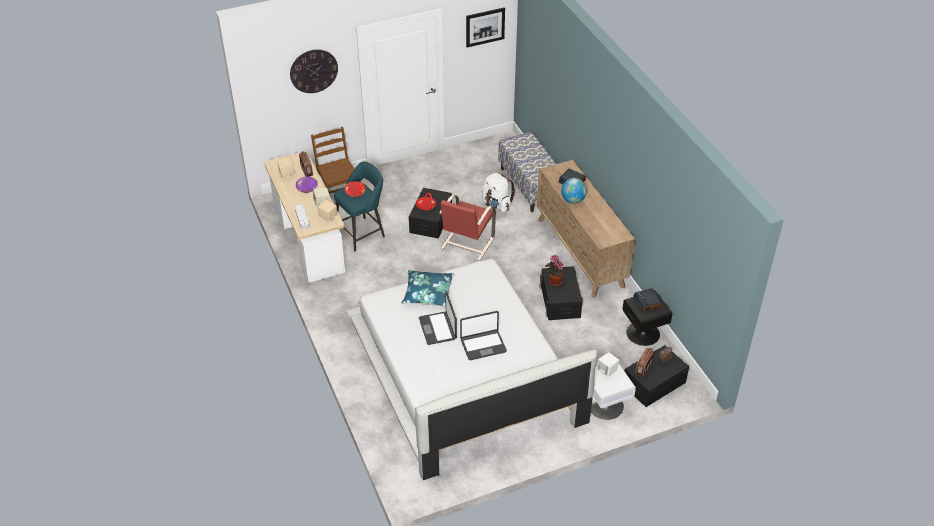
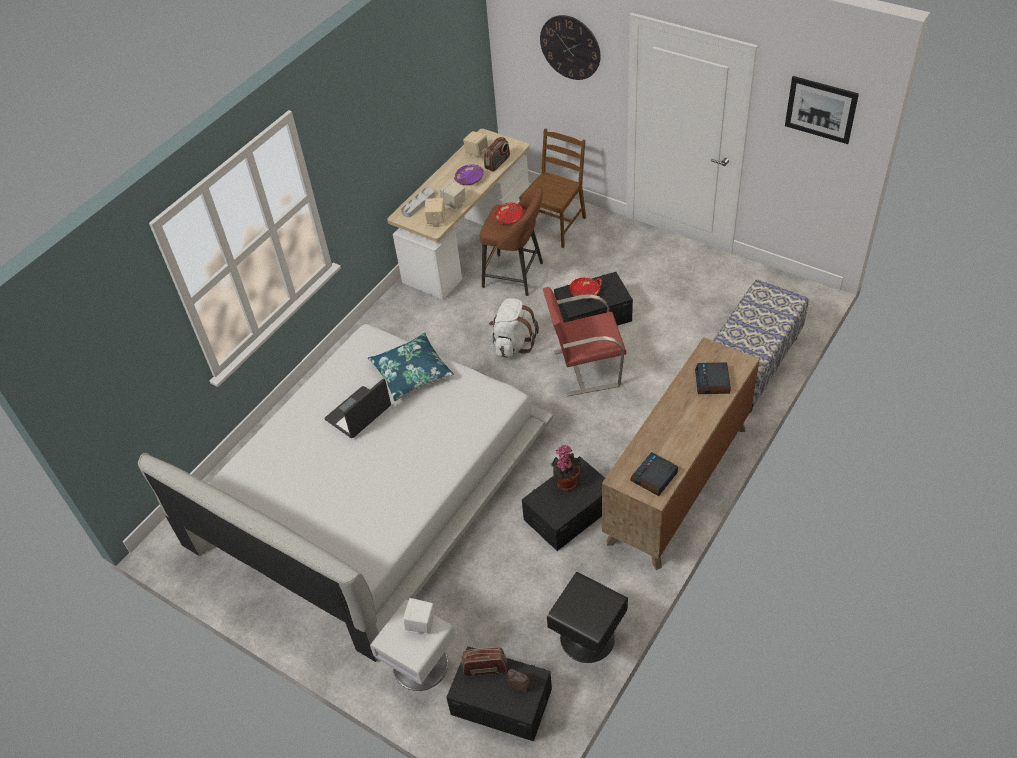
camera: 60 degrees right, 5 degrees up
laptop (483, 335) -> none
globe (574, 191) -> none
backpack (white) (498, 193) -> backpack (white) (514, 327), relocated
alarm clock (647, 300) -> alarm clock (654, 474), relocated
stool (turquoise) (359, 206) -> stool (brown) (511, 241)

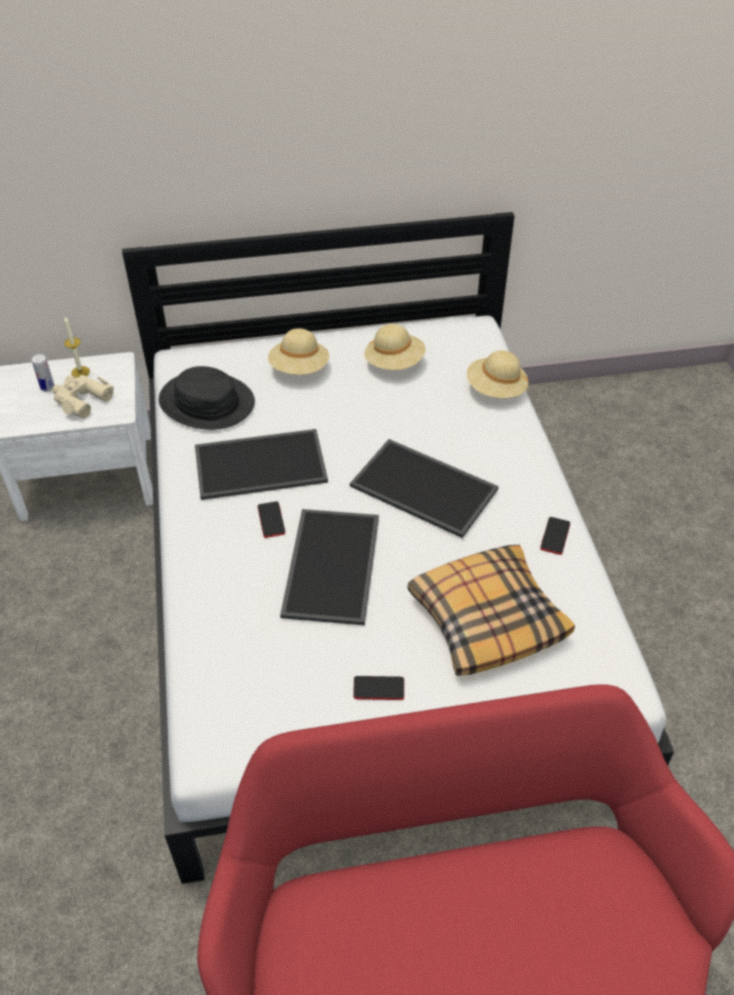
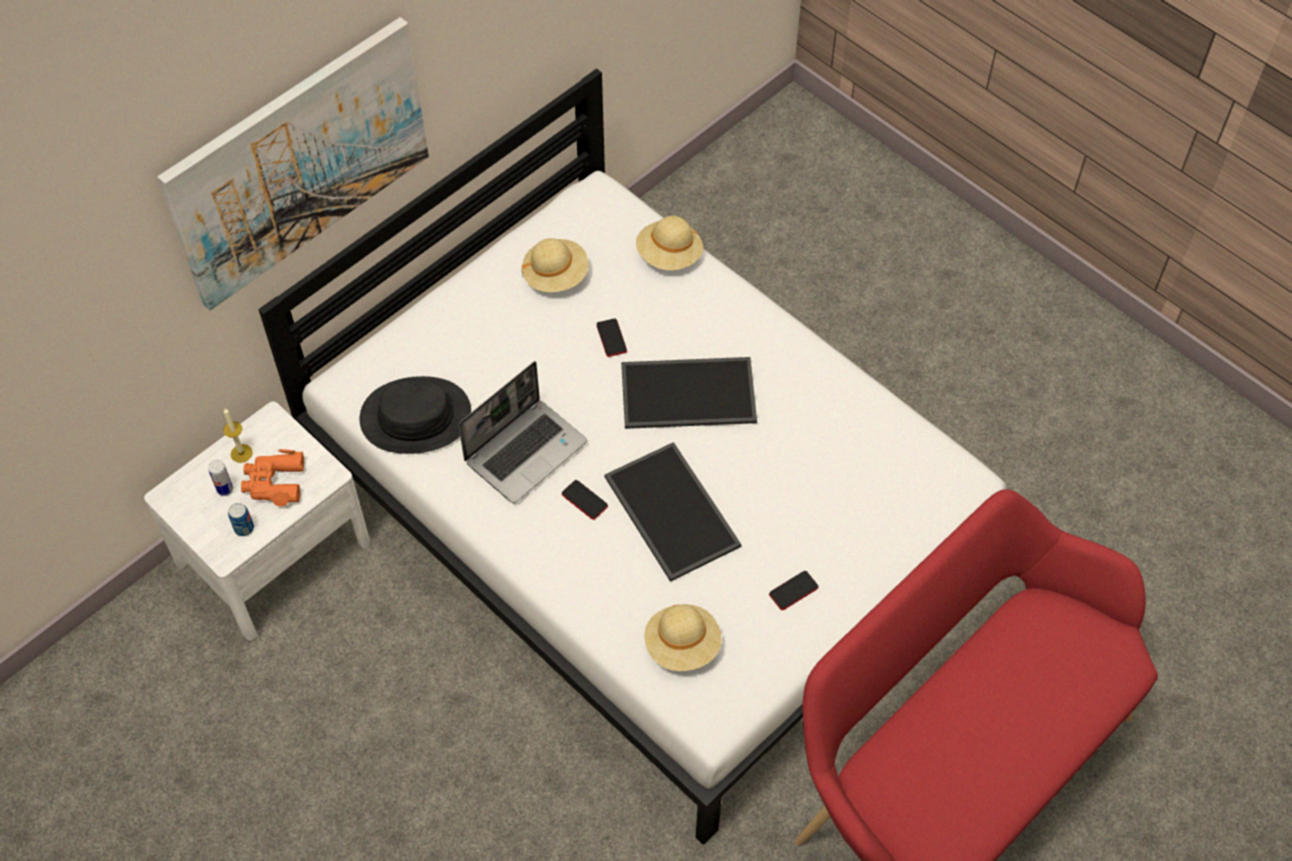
camera: 35 degrees left, 10 degrees up
pillow (491, 610) -> none
none -> picture (293, 163)
none -> can (241, 519)
hat (beige) (298, 351) -> hat (beige) (683, 637), relocated
phone (555, 536) -> phone (612, 337), relocated
tray (261, 464) -> laptop (522, 432)
binoculars (beige) (83, 396) -> binoculars (orange) (272, 478)

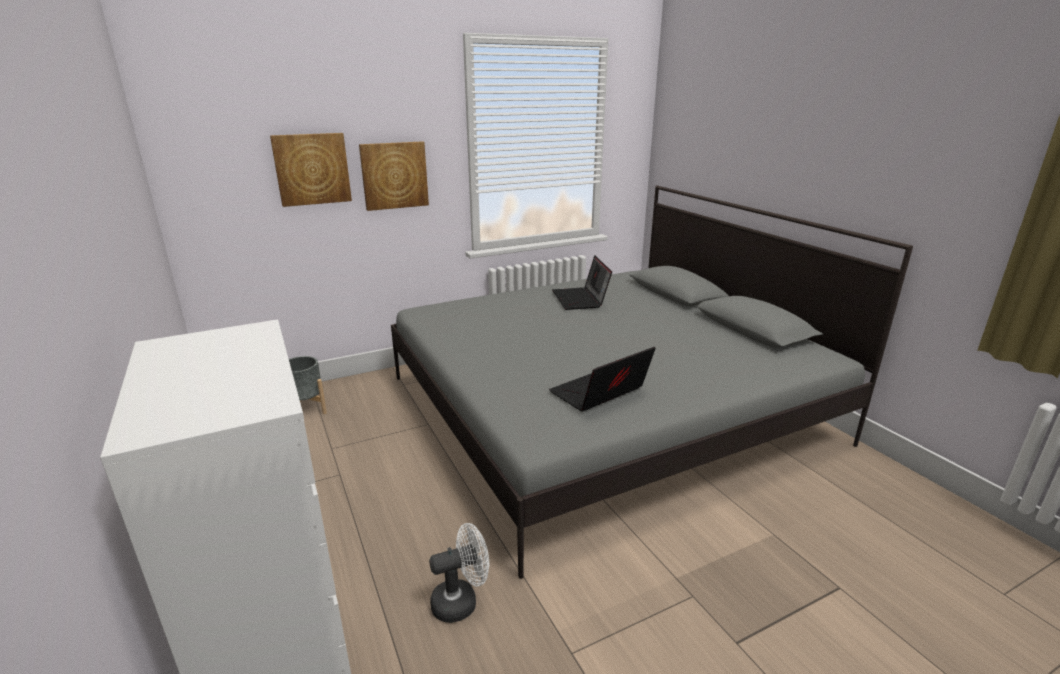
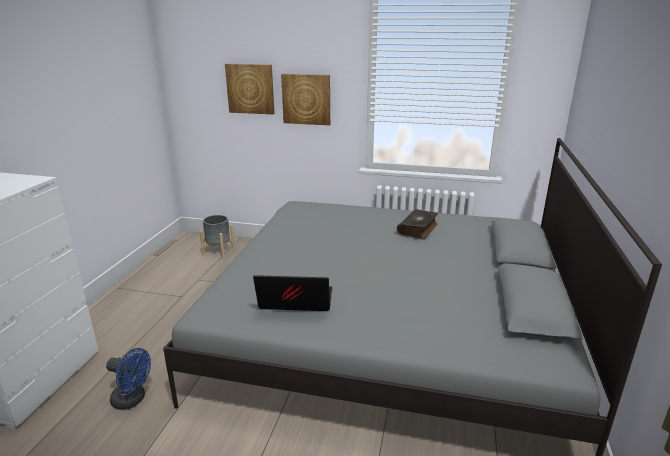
camera: 40 degrees right, 0 degrees up
laptop (582, 282) -> book (417, 224)
fan (white) (459, 573) -> fan (blue) (128, 379)

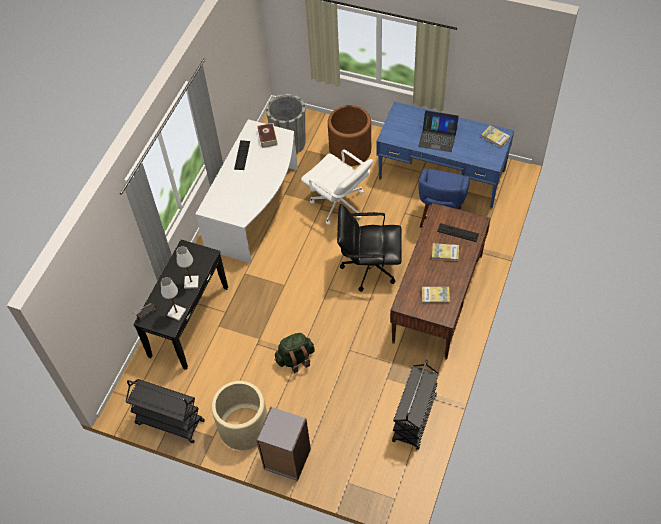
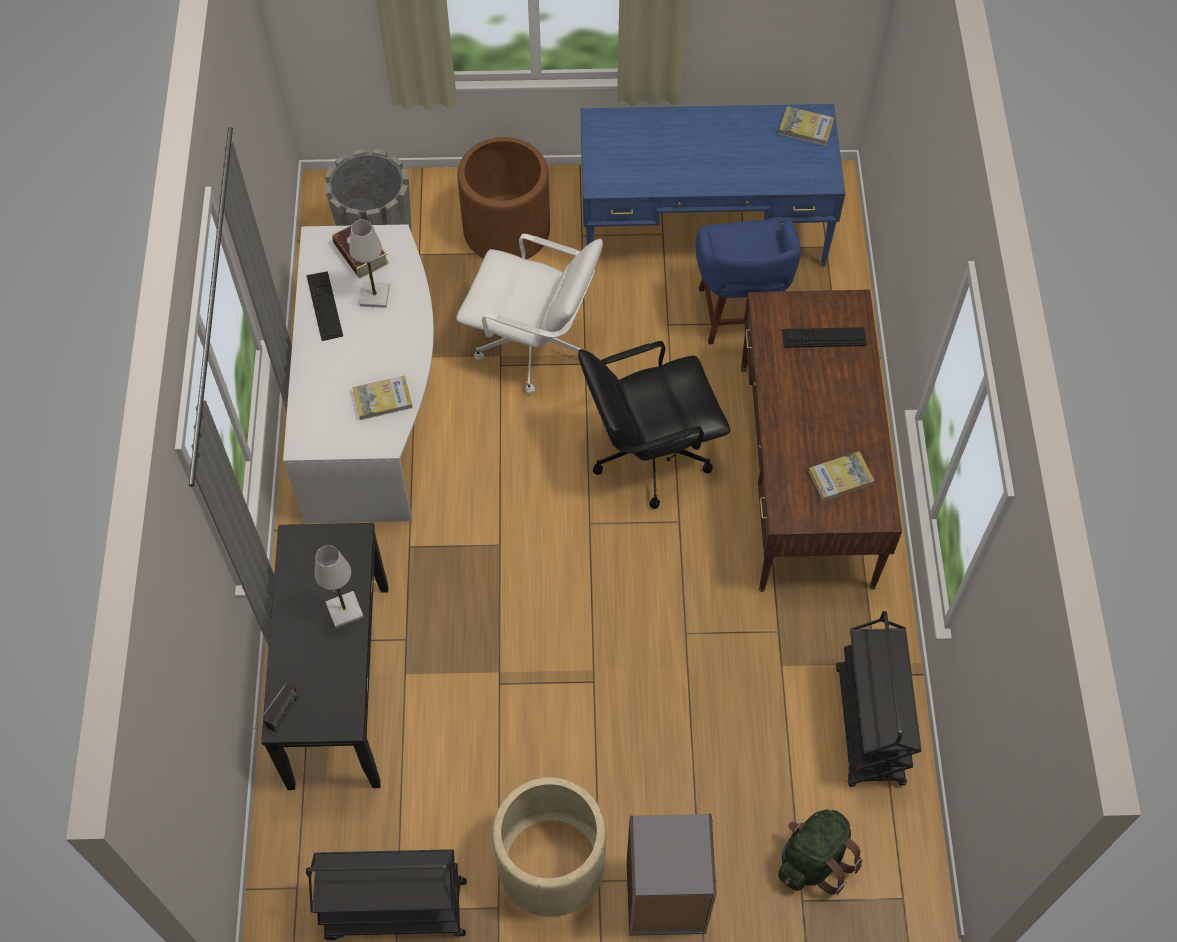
camera: 25 degrees left, 5 degrees up
laptop (438, 131) -> none
table lamp (white) (173, 299) -> table lamp (white) (369, 264), relocated
backpack (green) (295, 353) -> backpack (green) (820, 852), relocated
book (445, 252) -> book (382, 398), relocated

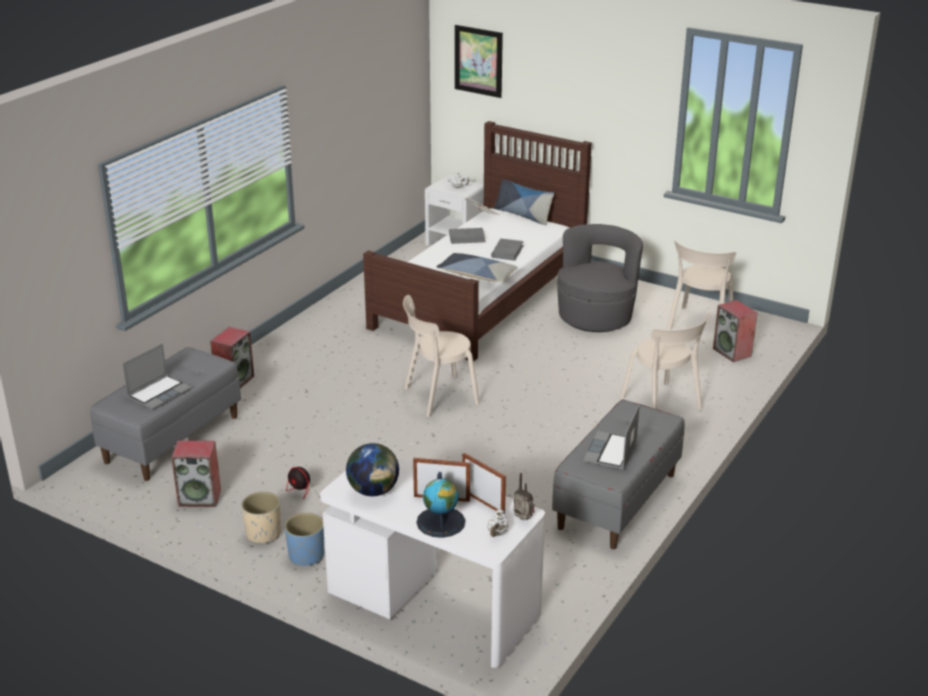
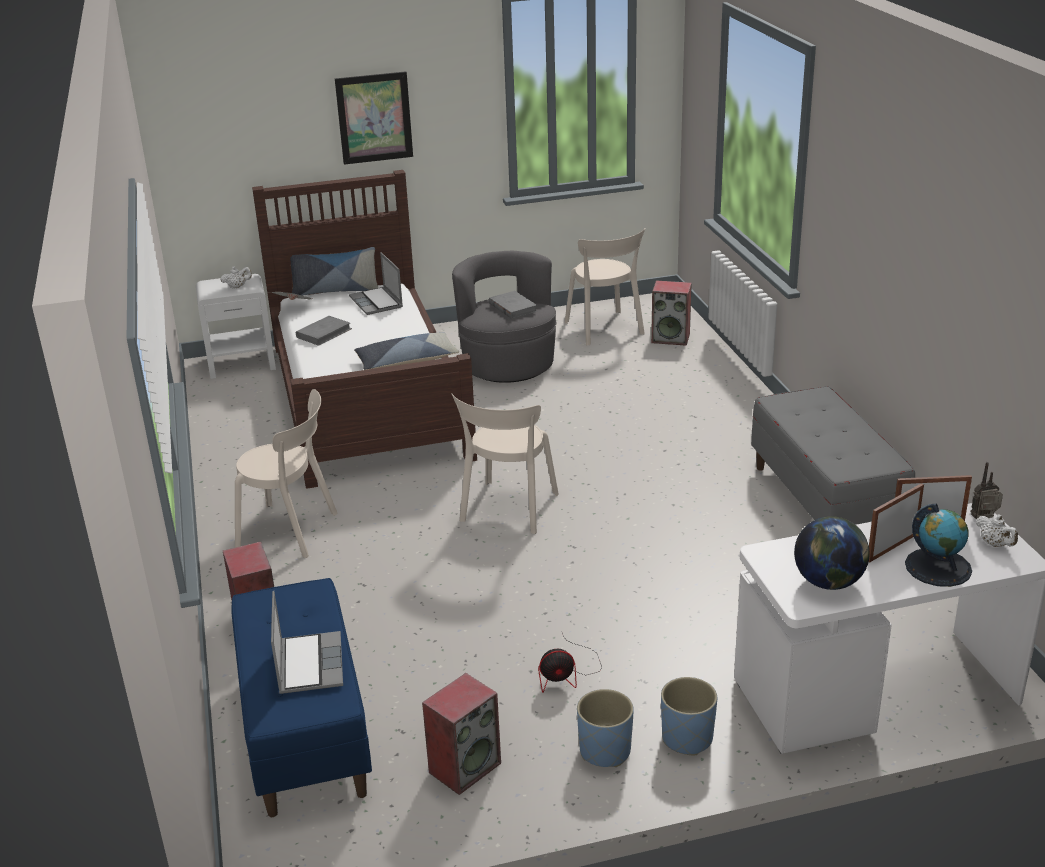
camera: 45 degrees left, 0 degrees up
picture (479, 61) -> picture (374, 118), relocated
book (grey) (507, 250) -> book (grey) (513, 305), relocated
laptop (611, 437) -> laptop (376, 283), relocated
chair (beige) (665, 361) -> chair (beige) (286, 473), relocated
bench (grey) (165, 414) -> bench (blue) (301, 697)
planter (beige) (261, 518) -> planter (blue) (605, 728)

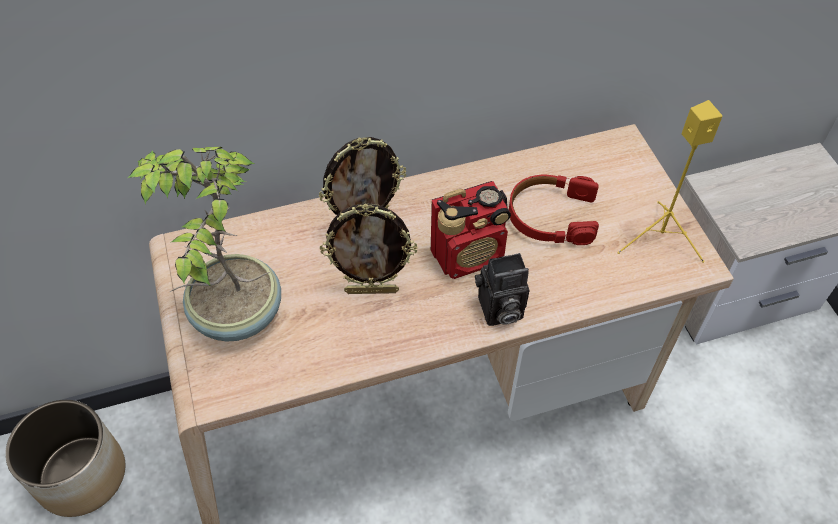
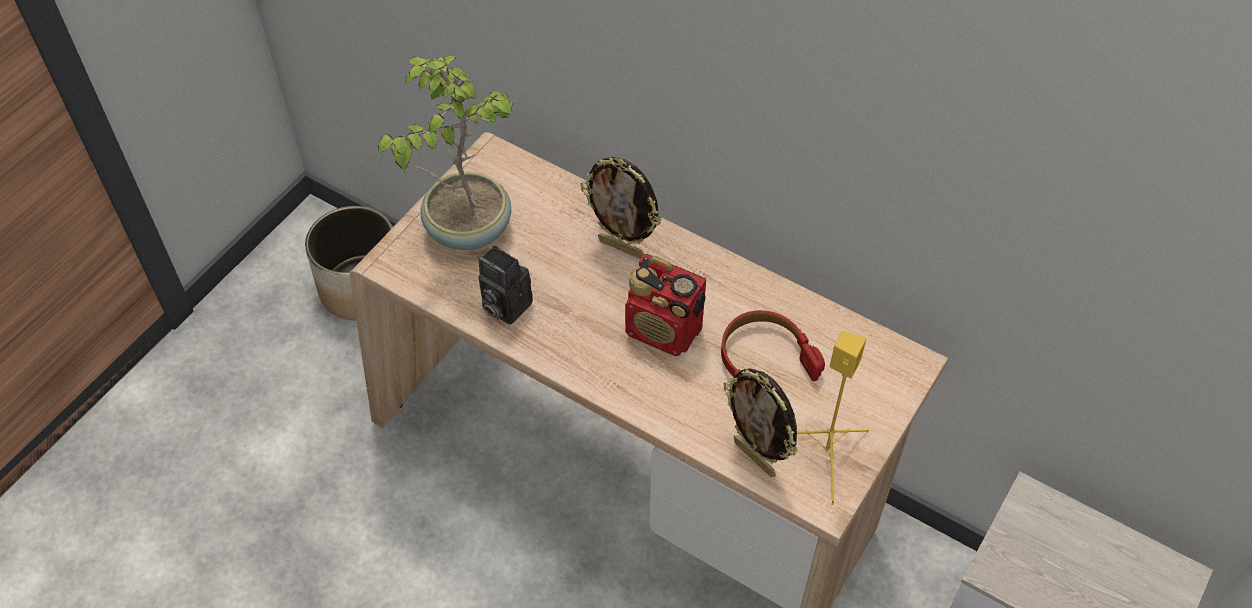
camera: 50 degrees right, 0 degrees up
picture frame (369, 248) -> picture frame (761, 422), relocated
photo camera (502, 289) -> photo camera (505, 285), relocated

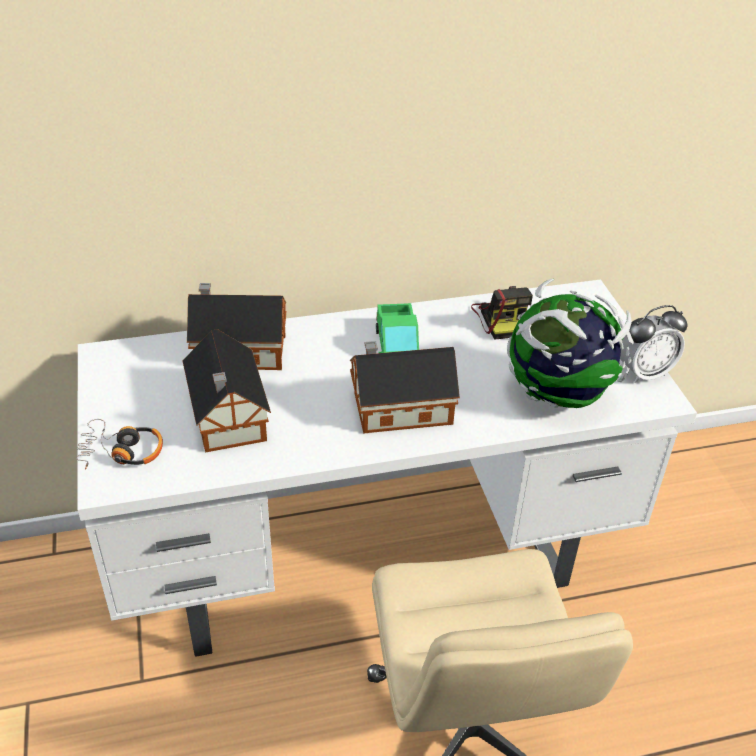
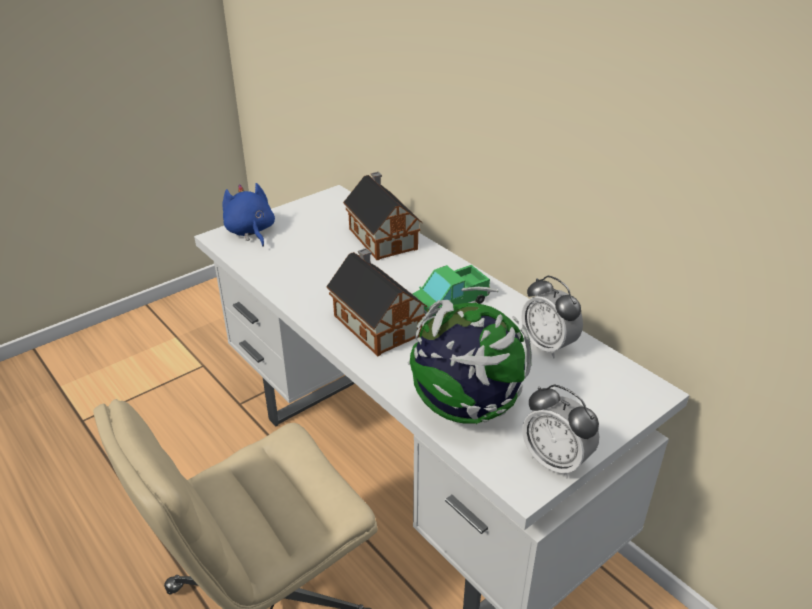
camera: 65 degrees right, 5 degrees down
toy house (226, 391) -> none
headphones (120, 444) -> plush toy (blue) (248, 215)
photo camera (502, 313) -> alarm clock (552, 317)

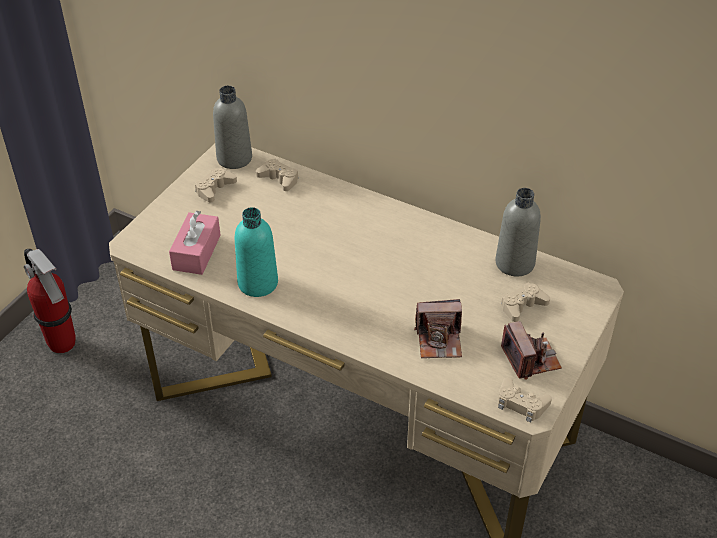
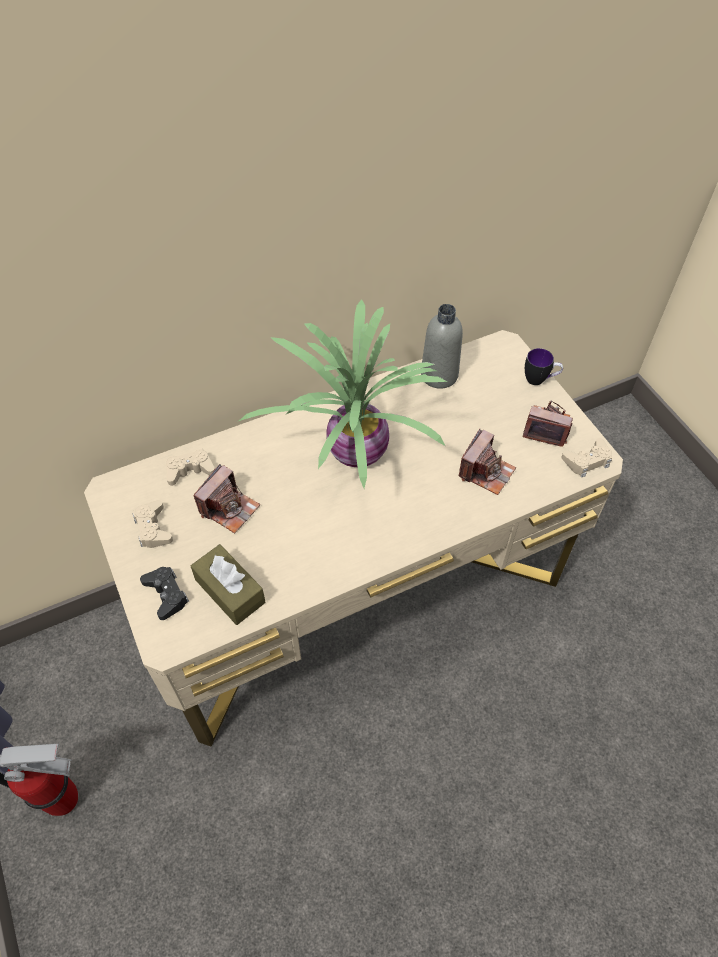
camera: 55 degrees left, 10 degrees up
bottle (grey) (232, 127) -> none
bottle (turquoise) (256, 252) -> none
game controller (beige) (525, 302) -> none
none -> game controller (black) (164, 593)
none -> photo camera (226, 498)
none -> potted plant (343, 393)
none -> mug (544, 366)
tissue box (pink) (195, 242) -> tissue box (brown) (228, 584)

